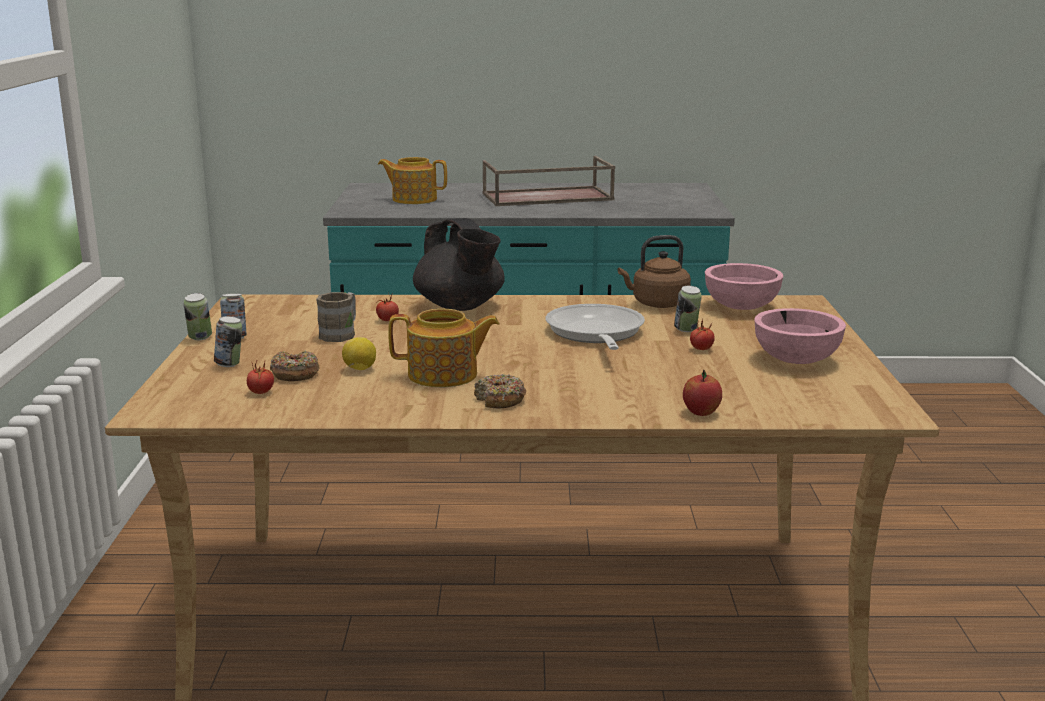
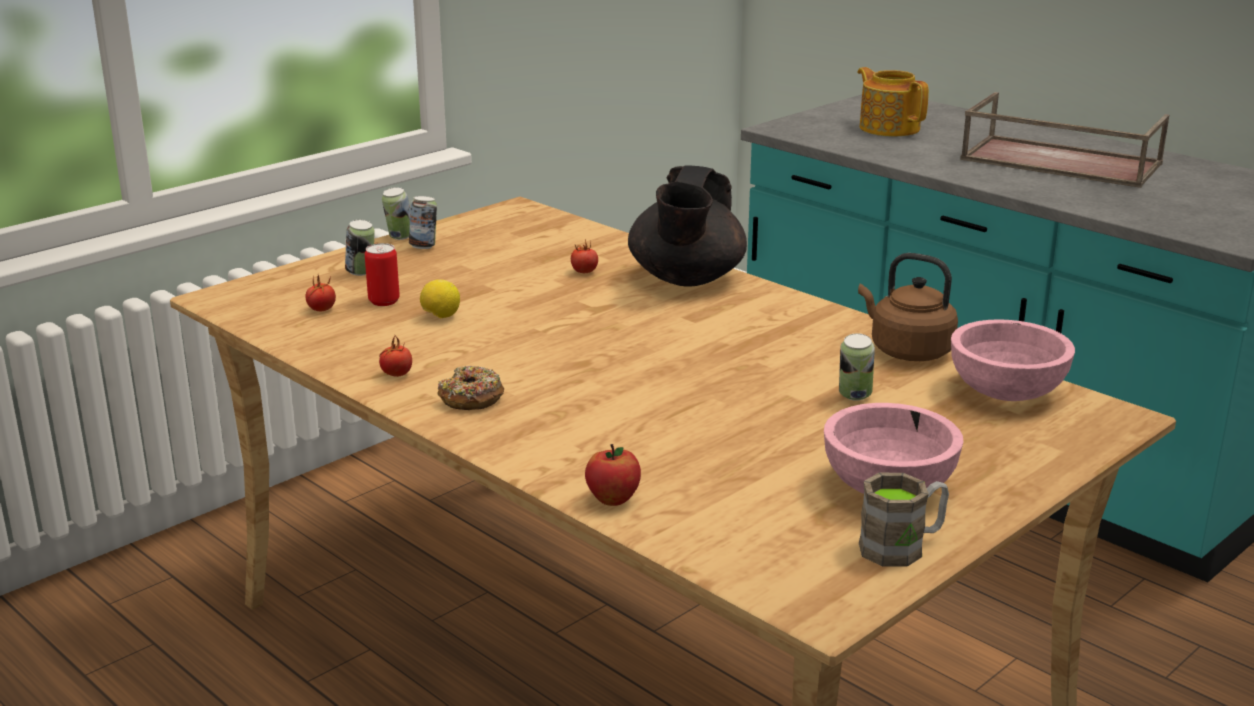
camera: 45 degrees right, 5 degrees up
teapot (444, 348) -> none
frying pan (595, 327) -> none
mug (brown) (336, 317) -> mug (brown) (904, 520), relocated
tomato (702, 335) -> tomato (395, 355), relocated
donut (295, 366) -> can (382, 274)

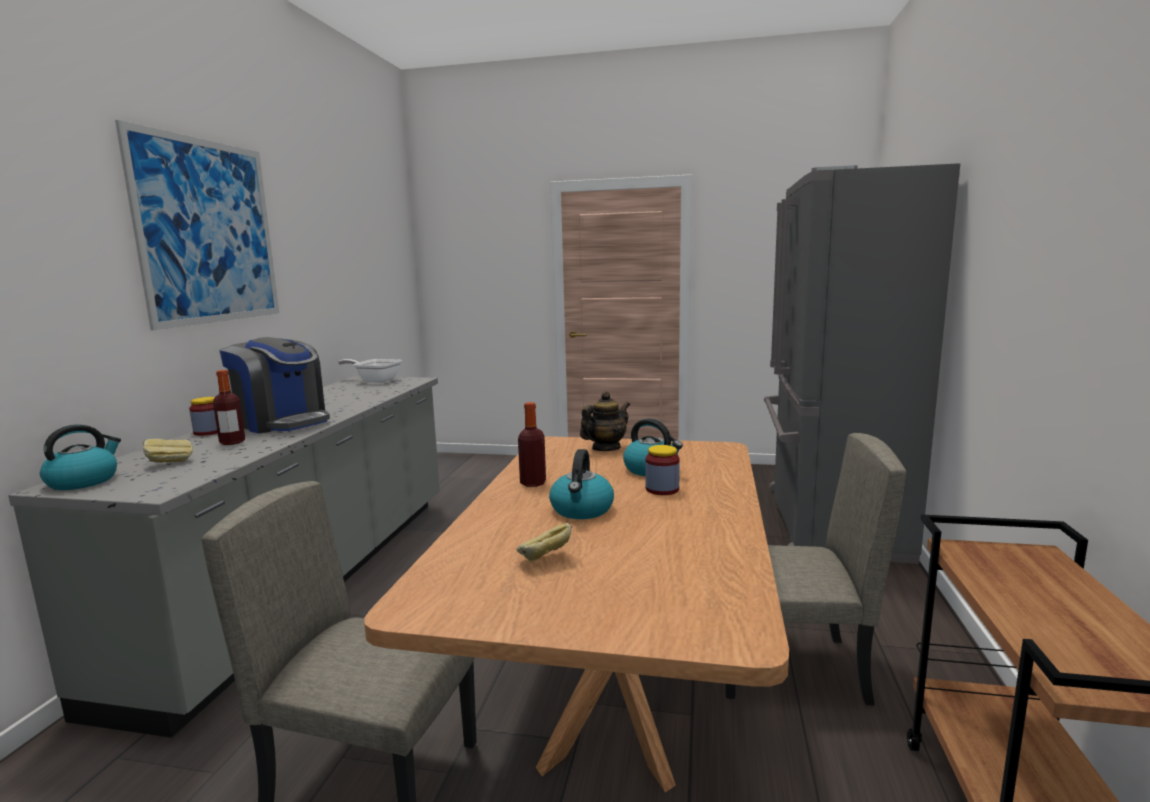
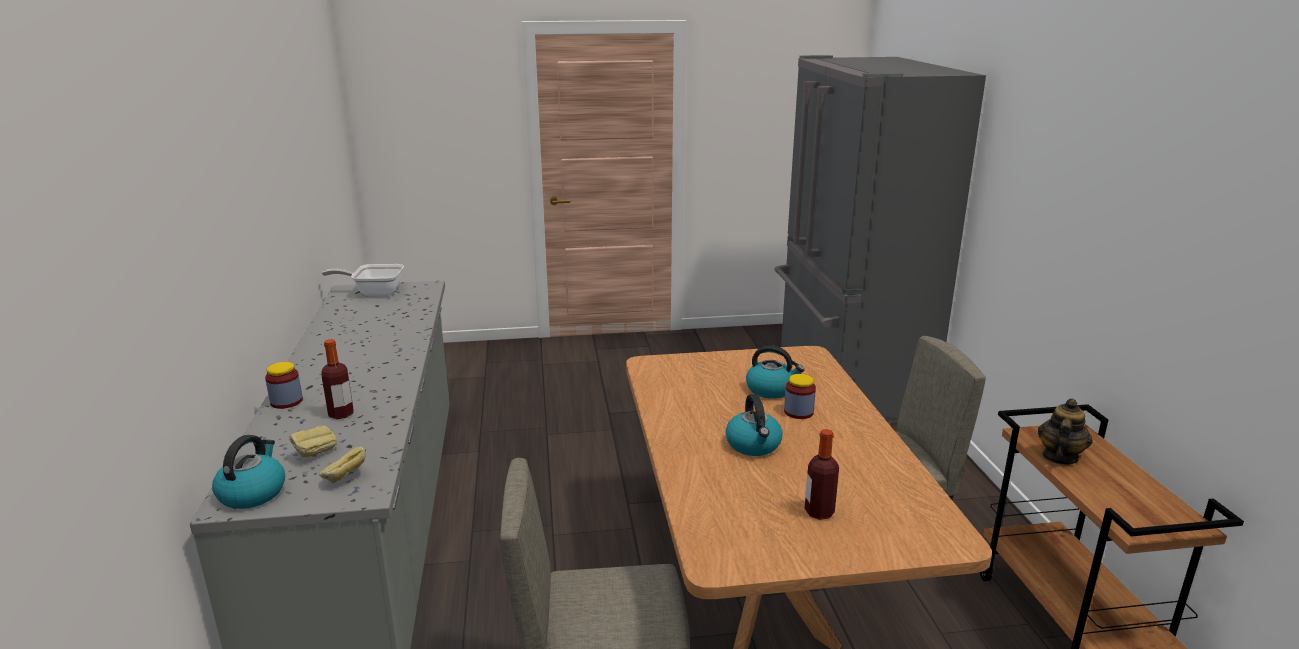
camera: 20 degrees left, 10 degrees up
picture (197, 225) -> none
coffee machine (274, 385) -> none
bread (544, 542) -> bread (342, 465), relocated
bottle (532, 444) -> bottle (821, 474), relocated
teapot (605, 421) -> teapot (1065, 431), relocated

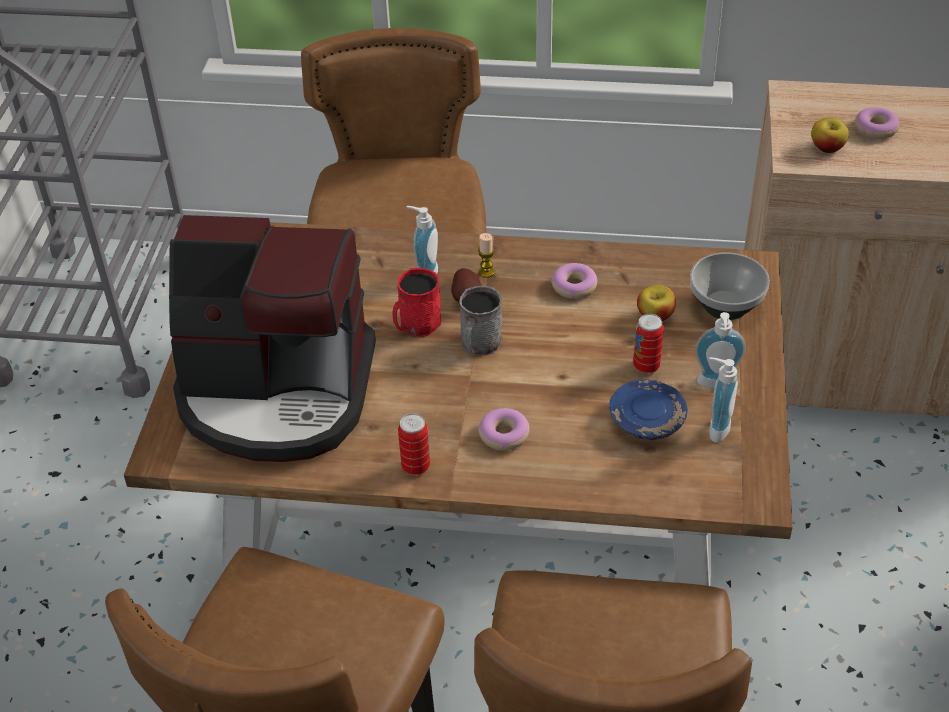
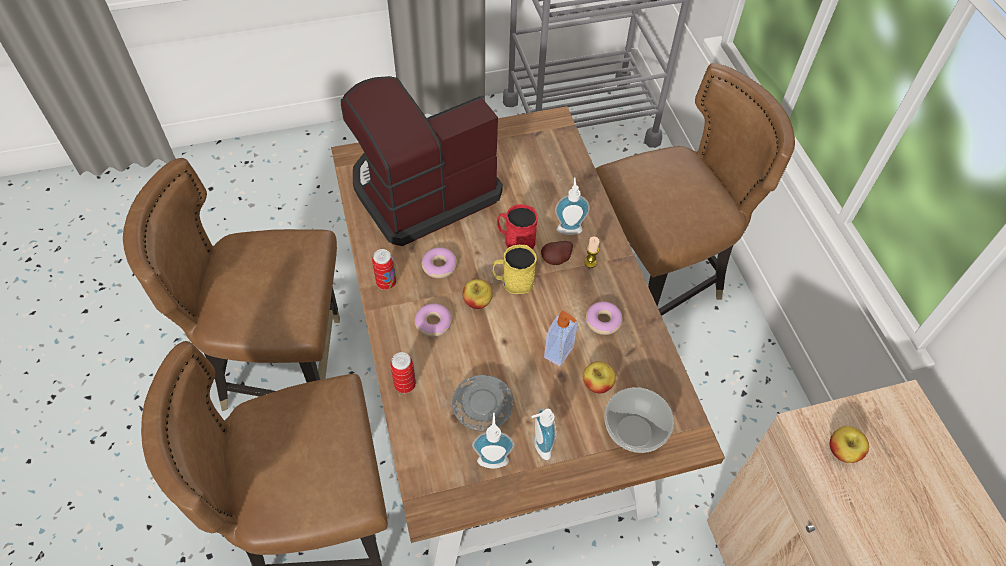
camera: 65 degrees right, 10 degrees up
none -> apple (478, 294)
none -> soap dispenser (561, 338)
can (648, 344) -> can (403, 372), relocated
donut (877, 123) -> donut (439, 262), relocated
mug (grey) (481, 321) -> mug (yellow) (515, 269)
plate (blue) (648, 409) -> plate (grey) (483, 403)
coffee machine (272, 338) -> coffee machine (422, 161), 75 degrees clockwise

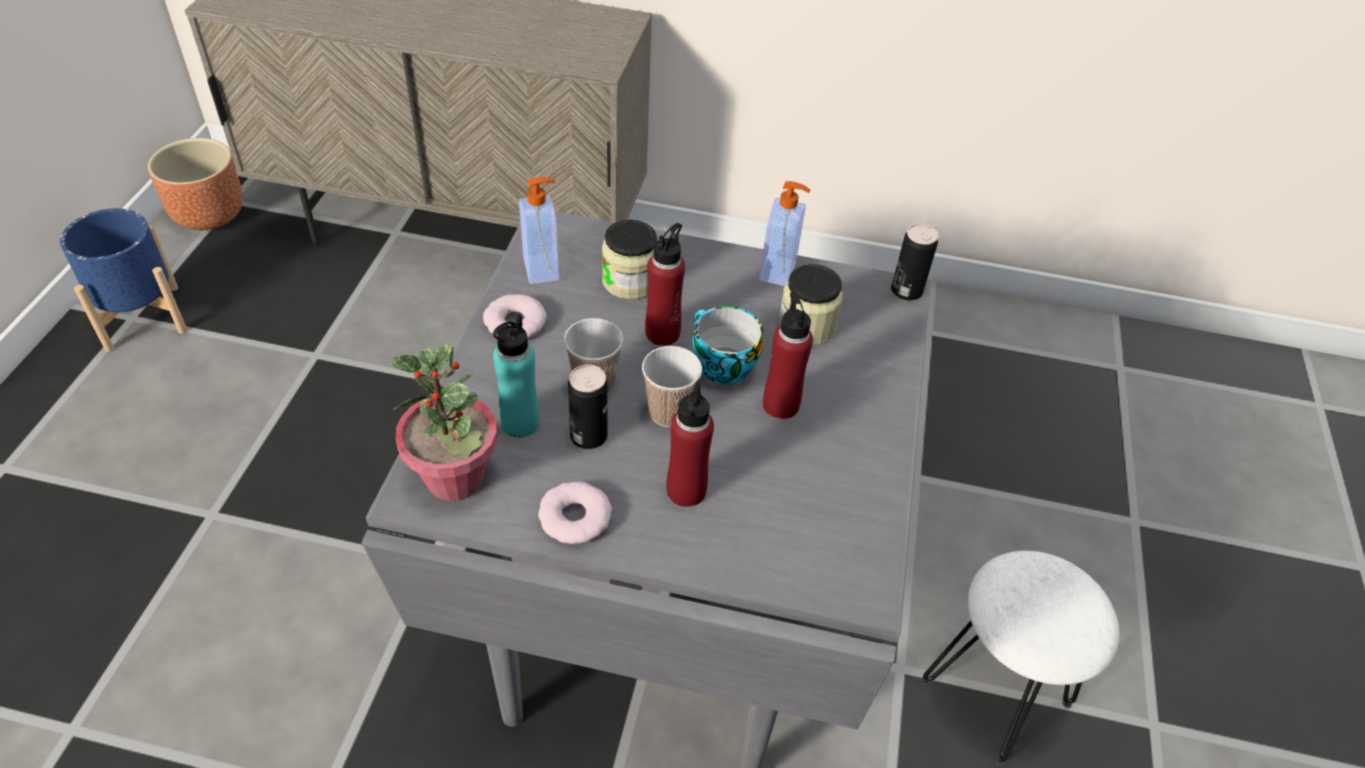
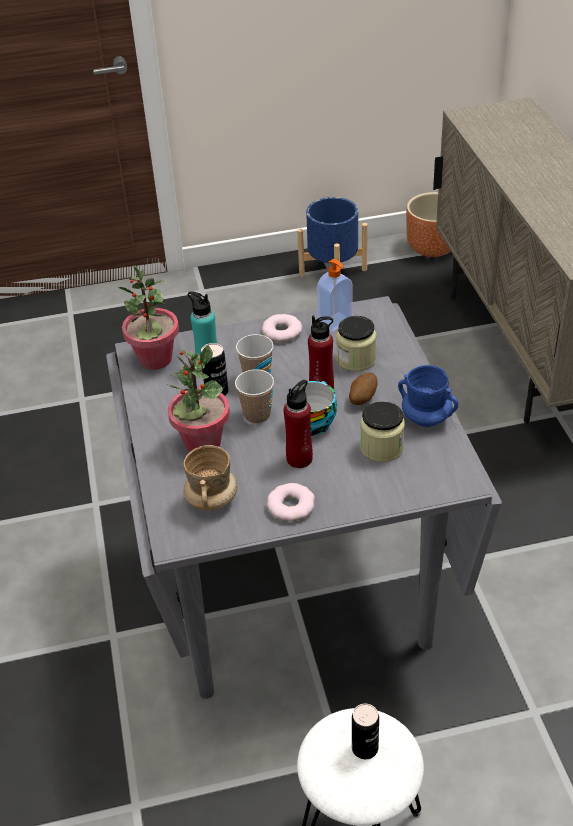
camera: 70 degrees right, 5 degrees down
none -> mug (beige) (210, 478)
none -> potato (363, 388)
donut (575, 512) -> donut (291, 502), relocated
can (915, 262) -> can (365, 731), relocated
bottle (red) (690, 444) -> potted plant (197, 398)
soap dispenser (784, 233) -> mug (blue) (428, 396)

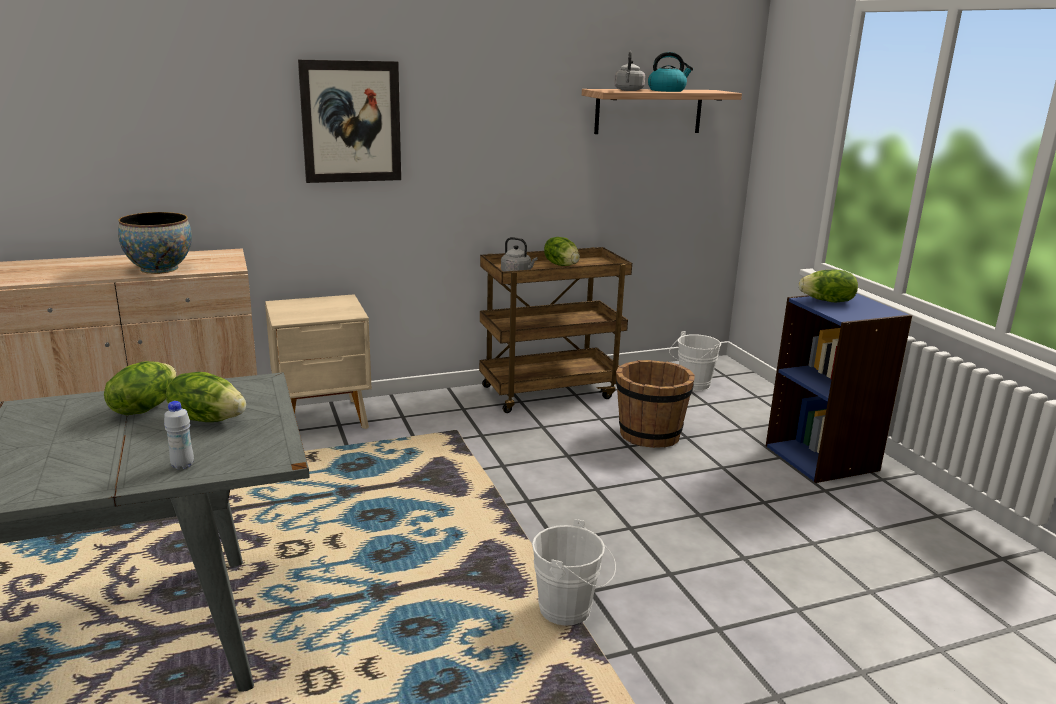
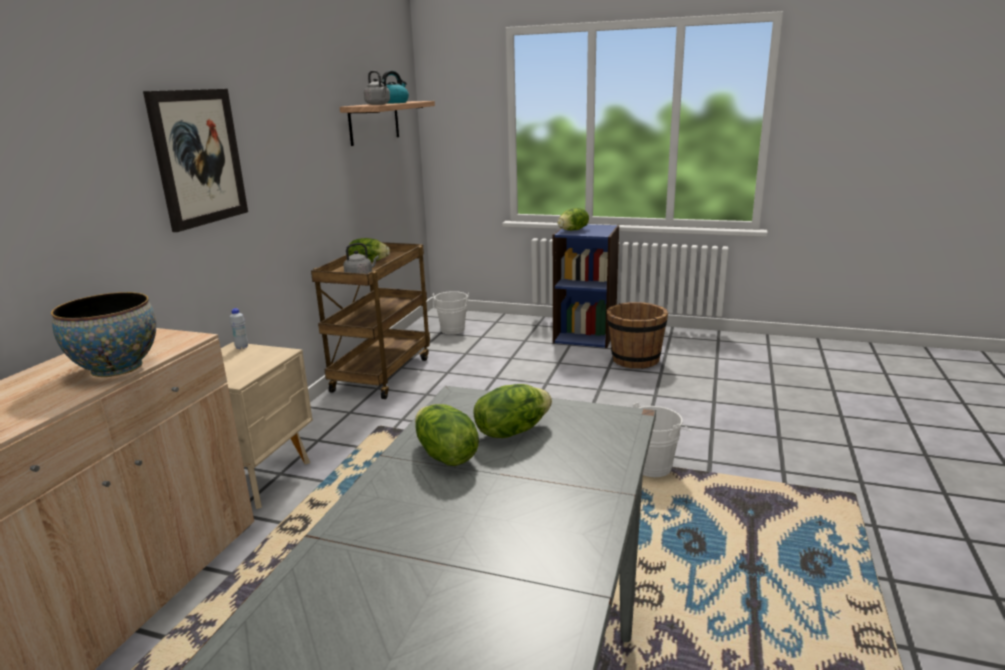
camera: 50 degrees left, 0 degrees up
bottle (white) (179, 435) -> bottle (white) (239, 328), relocated
bucket (brown) (655, 404) -> bucket (brown) (637, 335), relocated

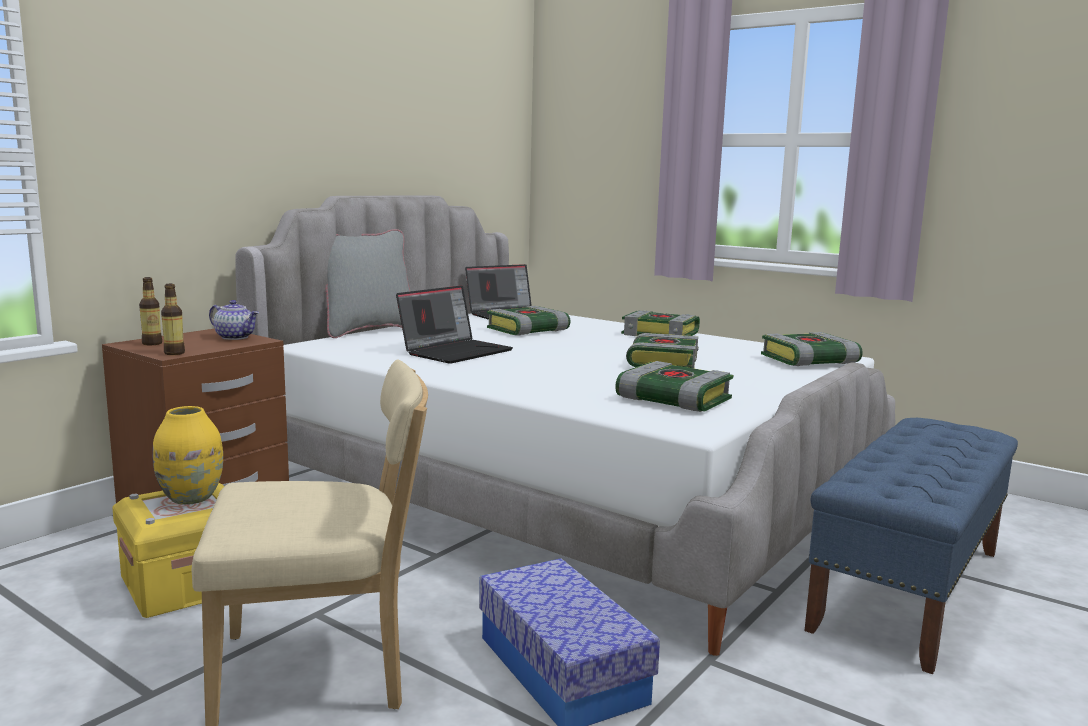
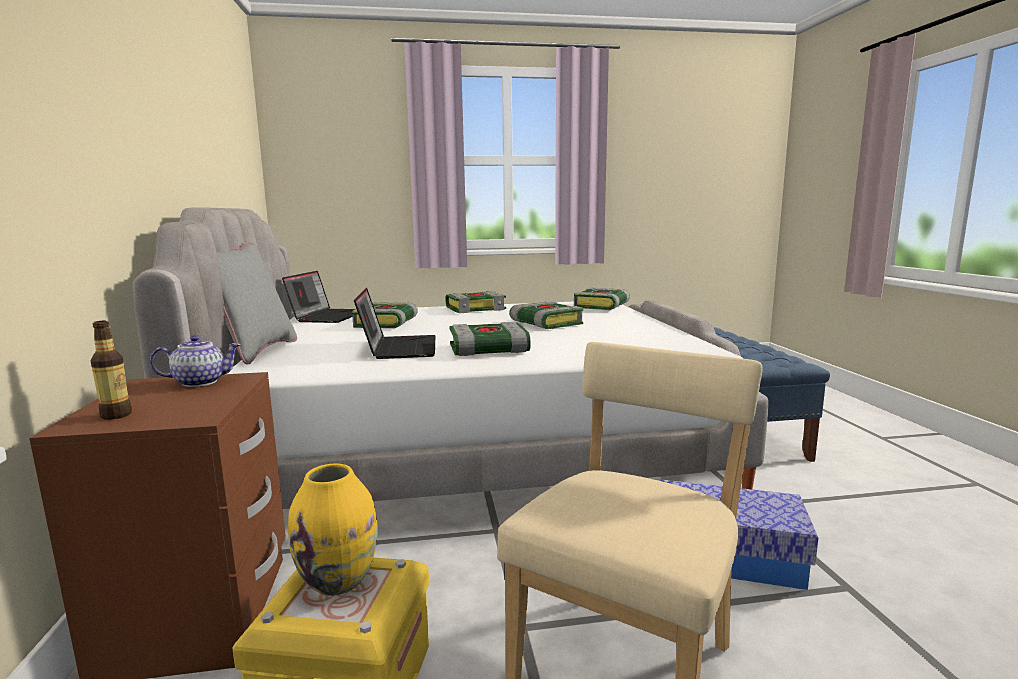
camera: 45 degrees left, 0 degrees up
bottle (173, 319) -> none
book (674, 386) -> book (490, 339), relocated

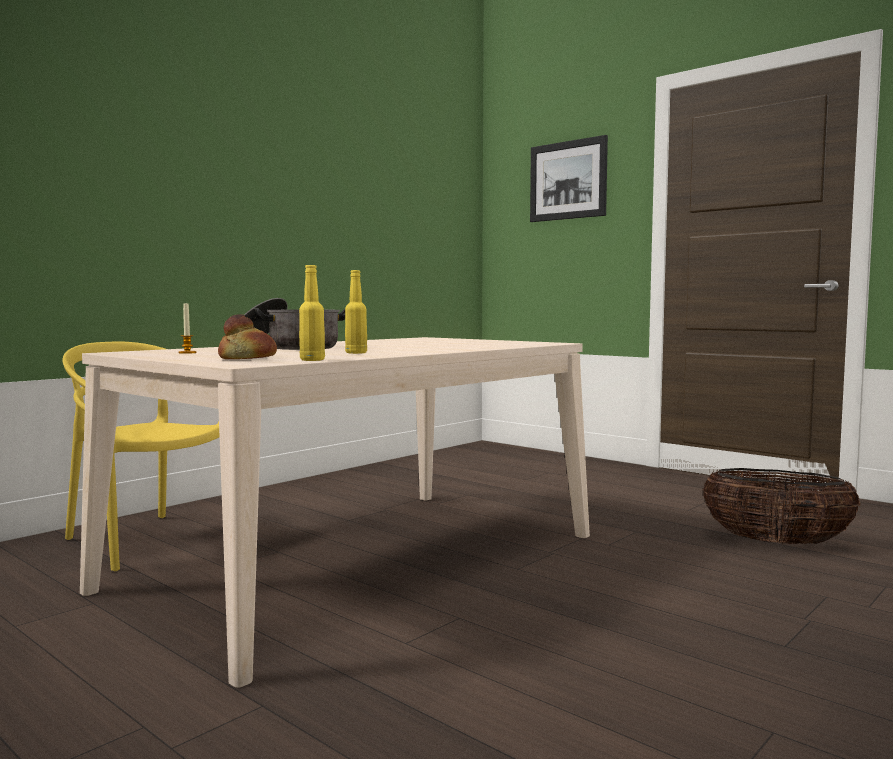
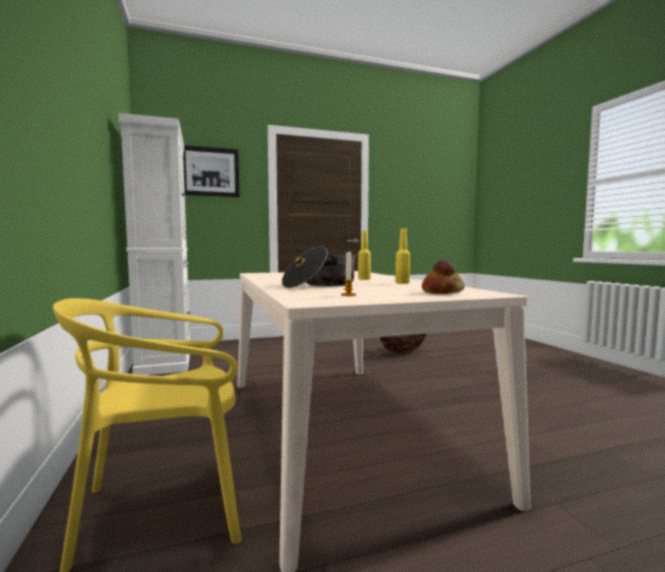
camera: 60 degrees left, 0 degrees up
none -> cabinet (white) (154, 244)
bottle (yellow) (312, 313) -> bottle (yellow) (364, 255), relocated

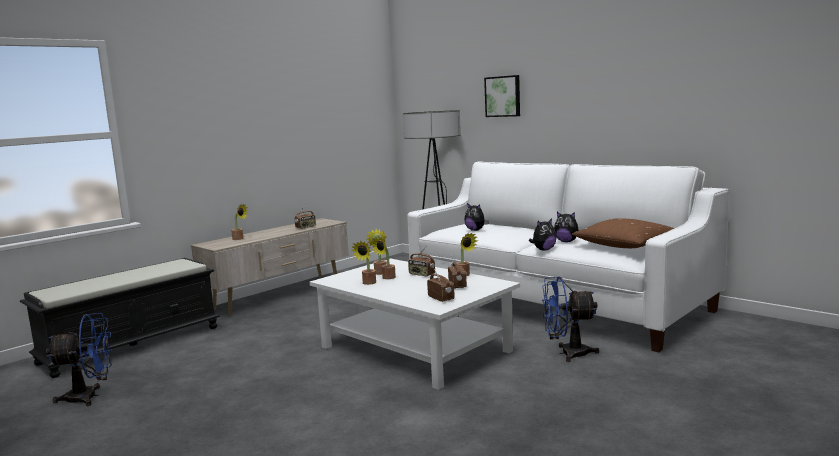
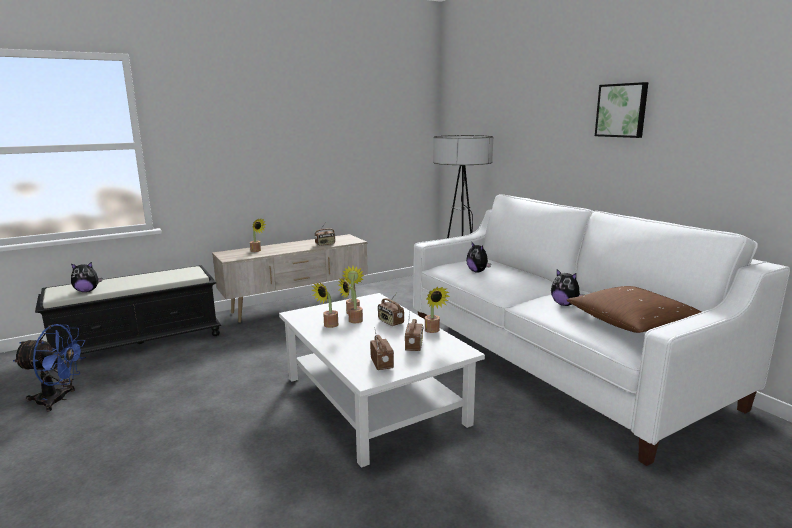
camera: 15 degrees right, 5 degrees up
fan (blue) (570, 319) -> none
picture (502, 96) -> picture (621, 110), relocated
plush toy (542, 234) -> plush toy (86, 277), relocated

